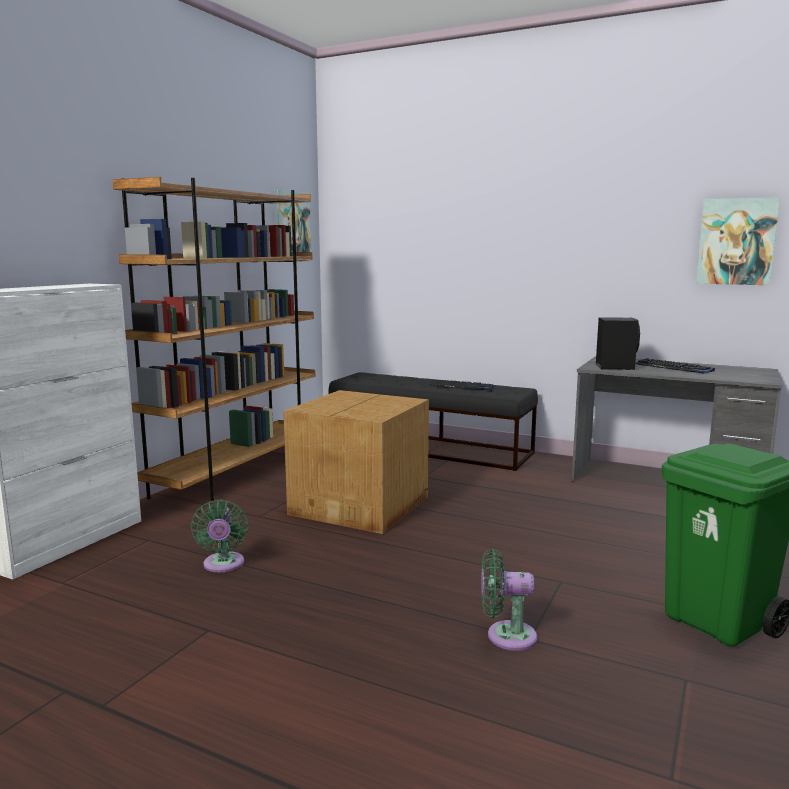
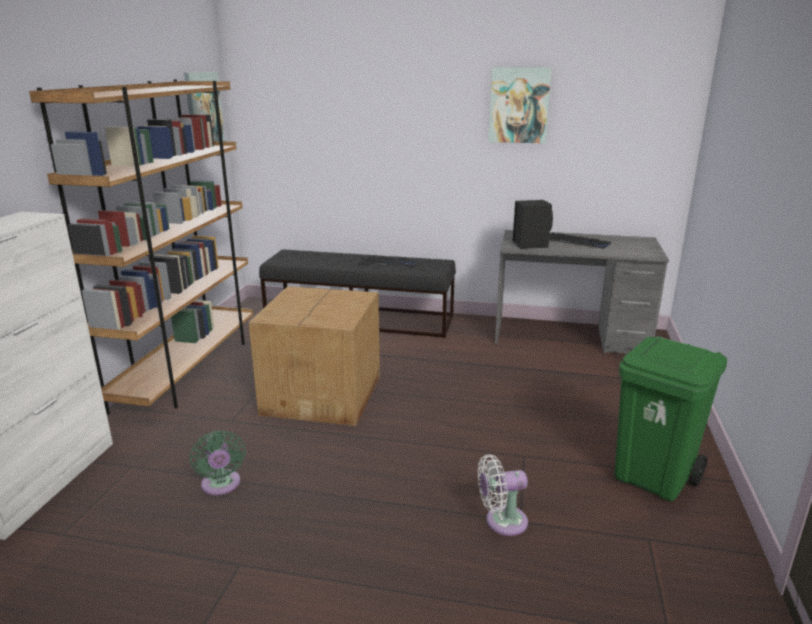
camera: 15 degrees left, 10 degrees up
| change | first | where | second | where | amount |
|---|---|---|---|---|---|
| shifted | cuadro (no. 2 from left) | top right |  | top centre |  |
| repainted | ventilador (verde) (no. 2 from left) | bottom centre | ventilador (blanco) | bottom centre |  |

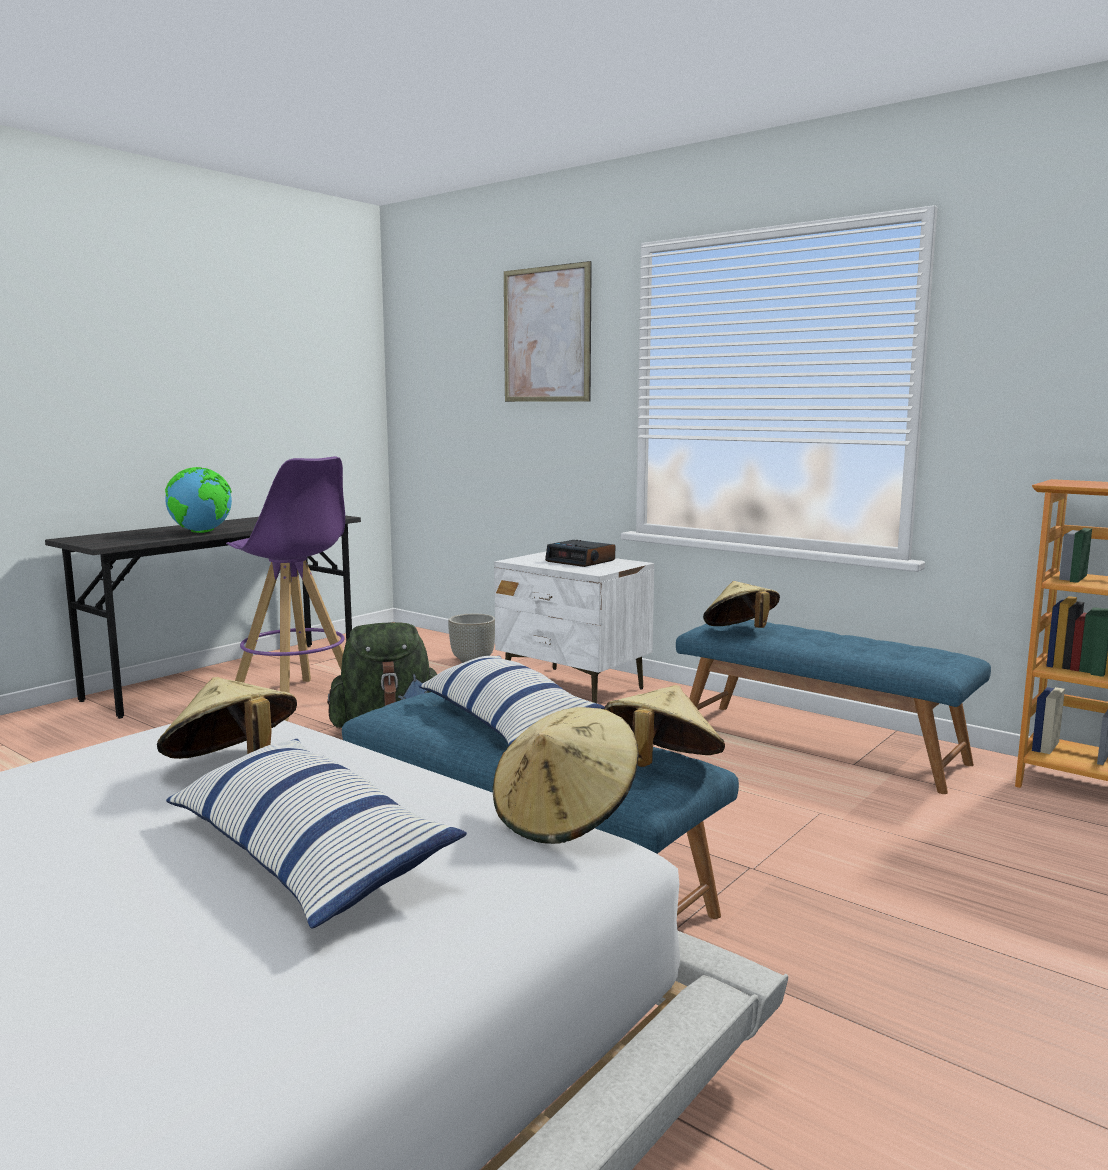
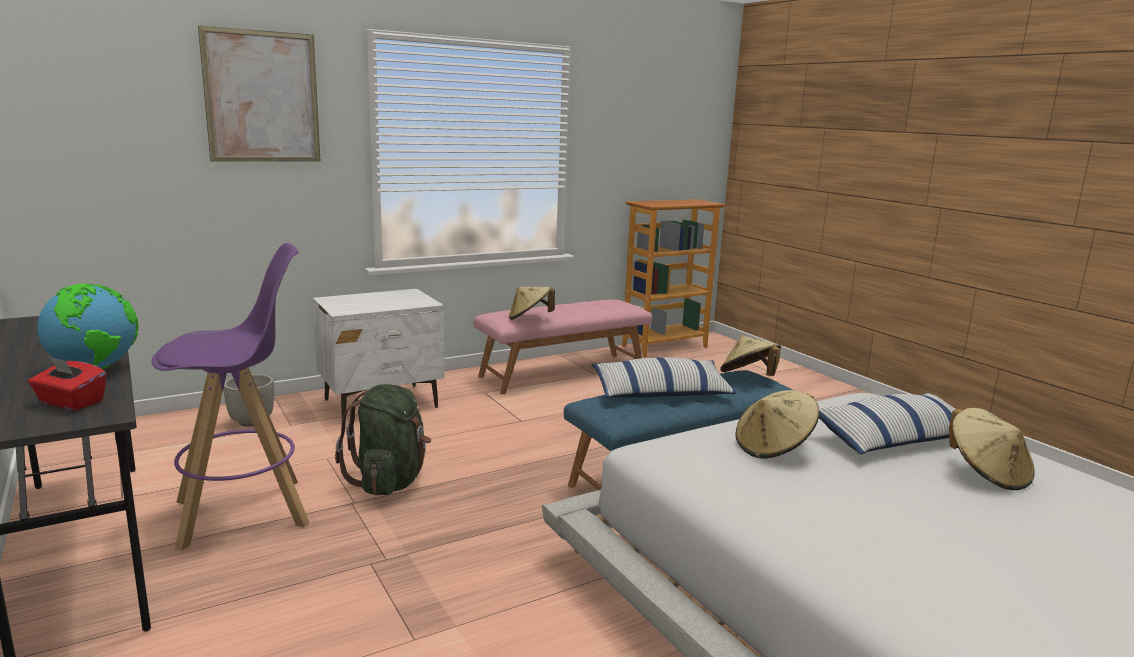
camera: 70 degrees left, 5 degrees up
| change | first | where | second | where | amount |
|---|---|---|---|---|---|
| gone | despertador | centre |  |  |  |
| repainted | banco (azul) (no. 2 from left) | middle right | banco (rosa) | centre |  |
| shifted | sombrero (beis) (no. 2 from left in the first image) | centre | sombrero (beis) (no. 4 from left) | bottom right |  |
| new |  |  | caja de pañuelos (rojo) | middle left |  |

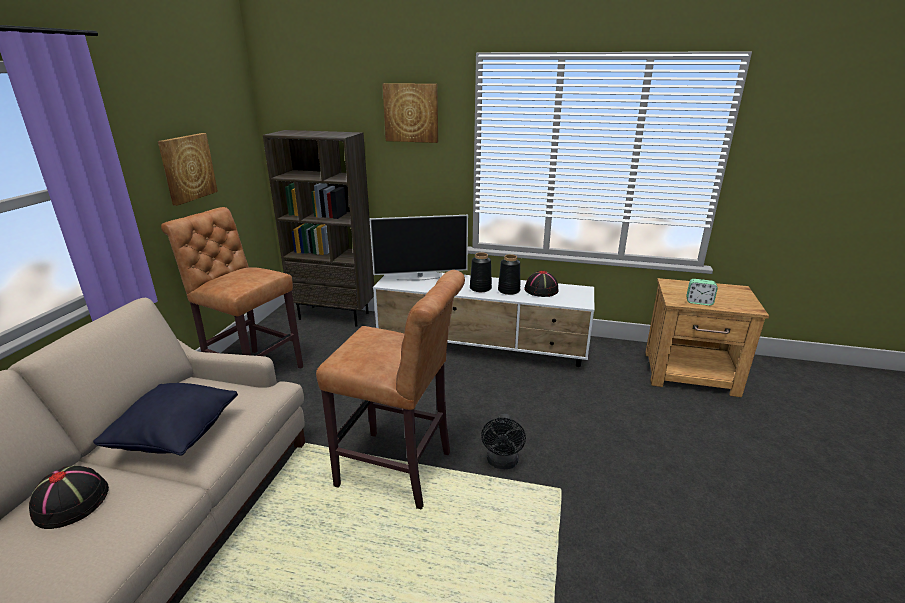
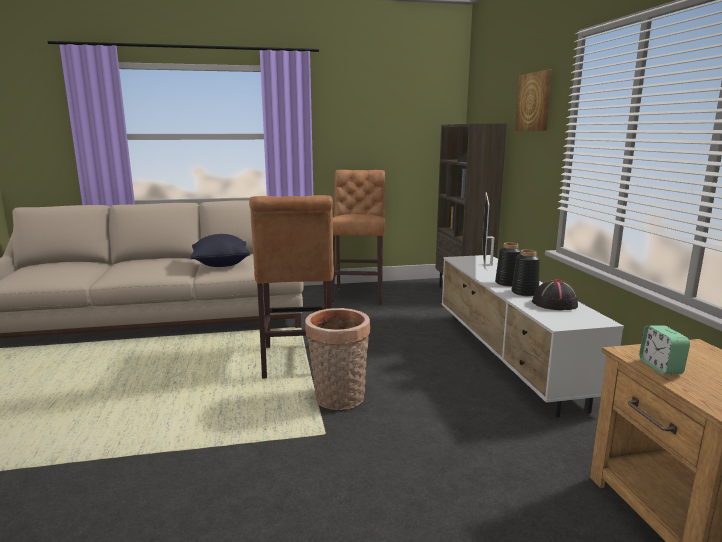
camera: 65 degrees right, 10 degrees down
| change | first | where | second | where | amount |
|---|---|---|---|---|---|
| gone | cuadro (no. 1 from left) | top left |  |  |  |
| rotated | televisor | centre |  | middle right | 45 degrees clockwise |
| swapped | ventilador (negro) | bottom centre | cesta | centre |  |
| gone | sombrero (negro) (no. 1 from left) | bottom left |  |  |  |

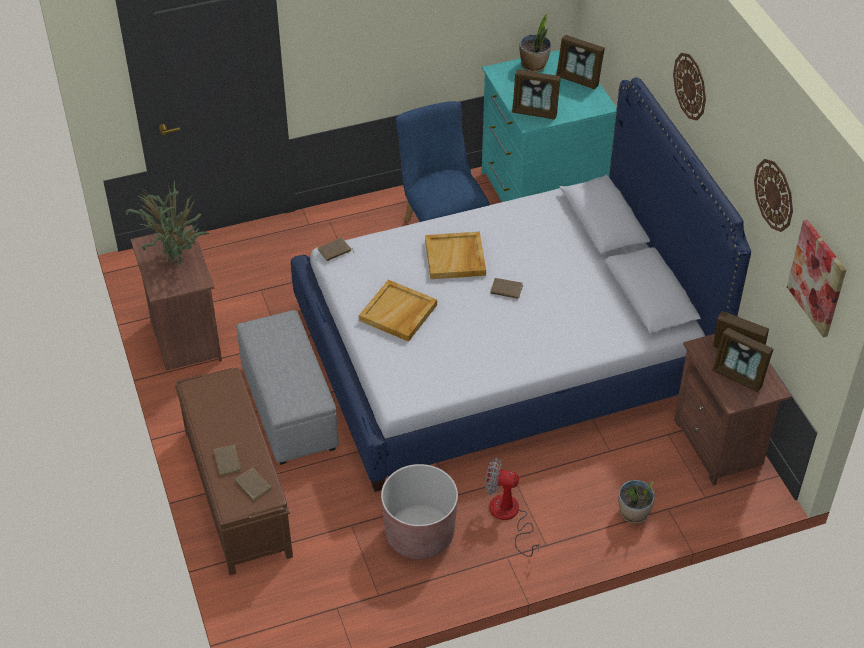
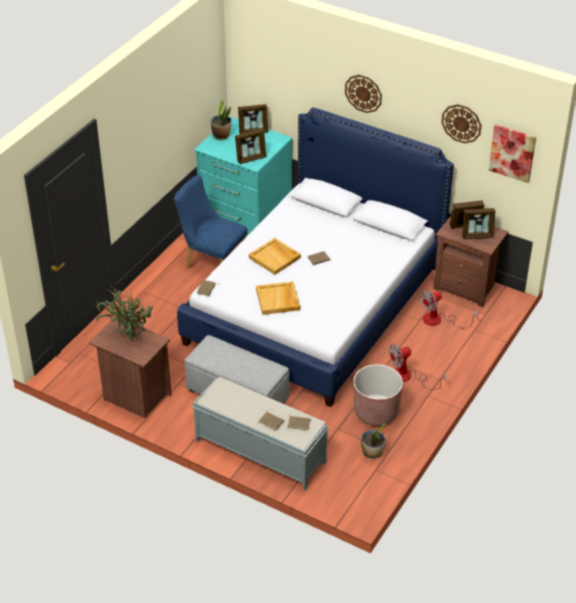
camera: 40 degrees left, 5 degrees down
| change | first | where | second | where | amount |
|---|---|---|---|---|---|
| repainted | banco (marrón) | bottom left | banco (gris) | bottom centre |  |
| shifted | planta en maceta (no. 3 from left) | bottom right |  | bottom centre |  |
| new |  |  | ventilador (no. 2 from left) | middle right |  |

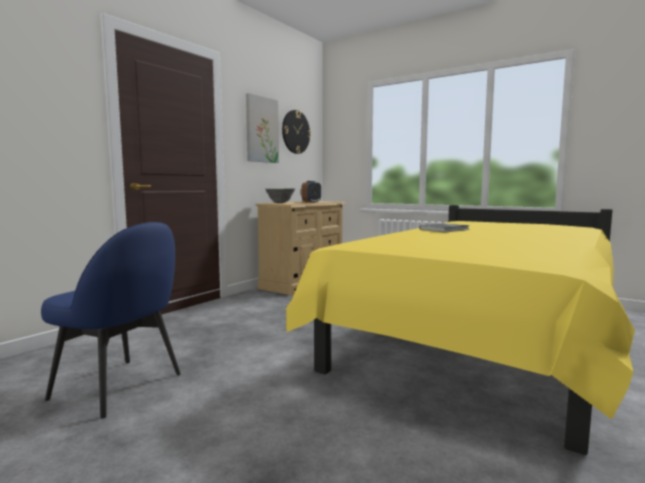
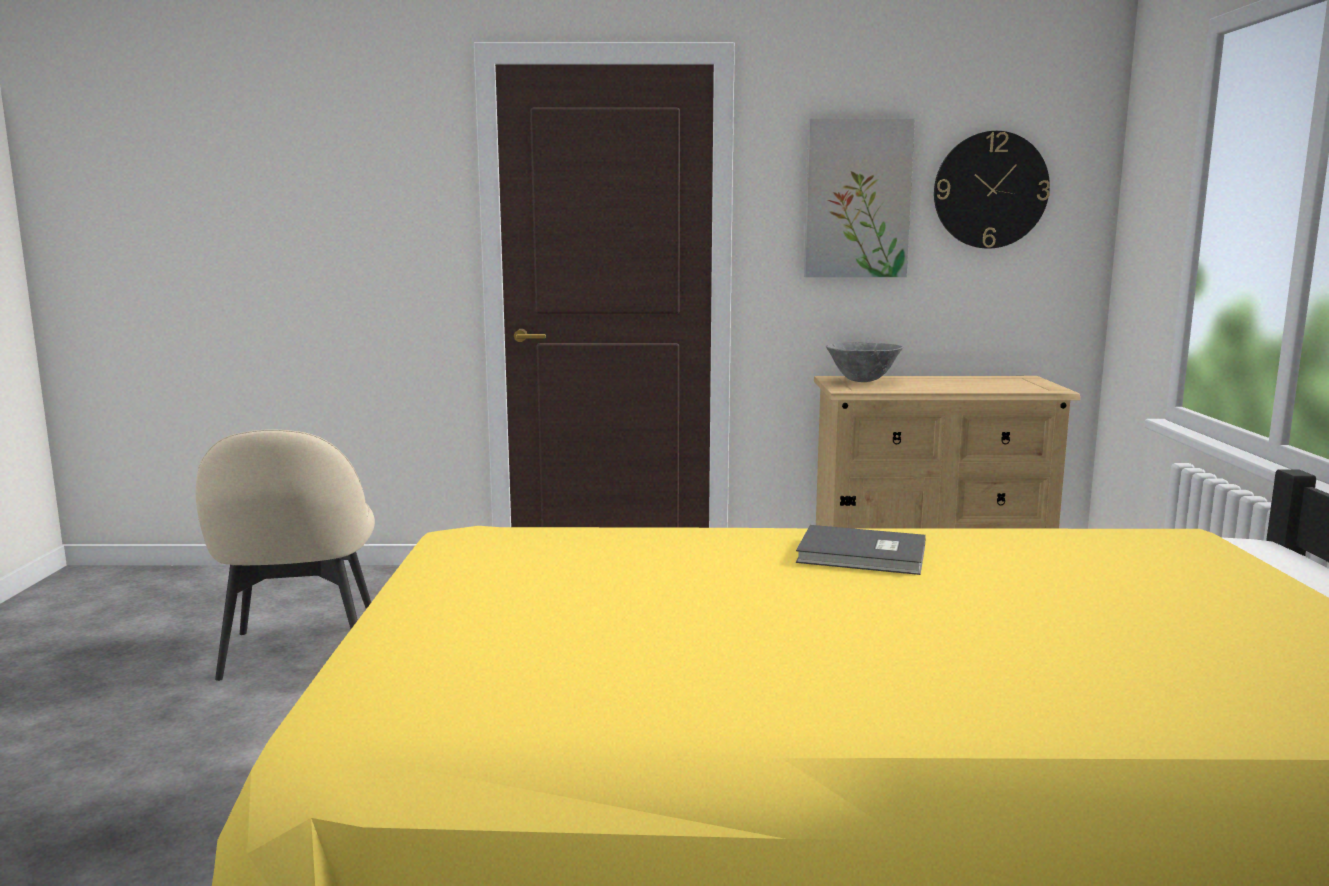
camera: 55 degrees right, 5 degrees up
| change | first | where | second | where | amount |
|---|---|---|---|---|---|
| gone | despertador | centre |  |  |  |
| repainted | silla (azul) | middle left | silla (beis) | middle left |  |

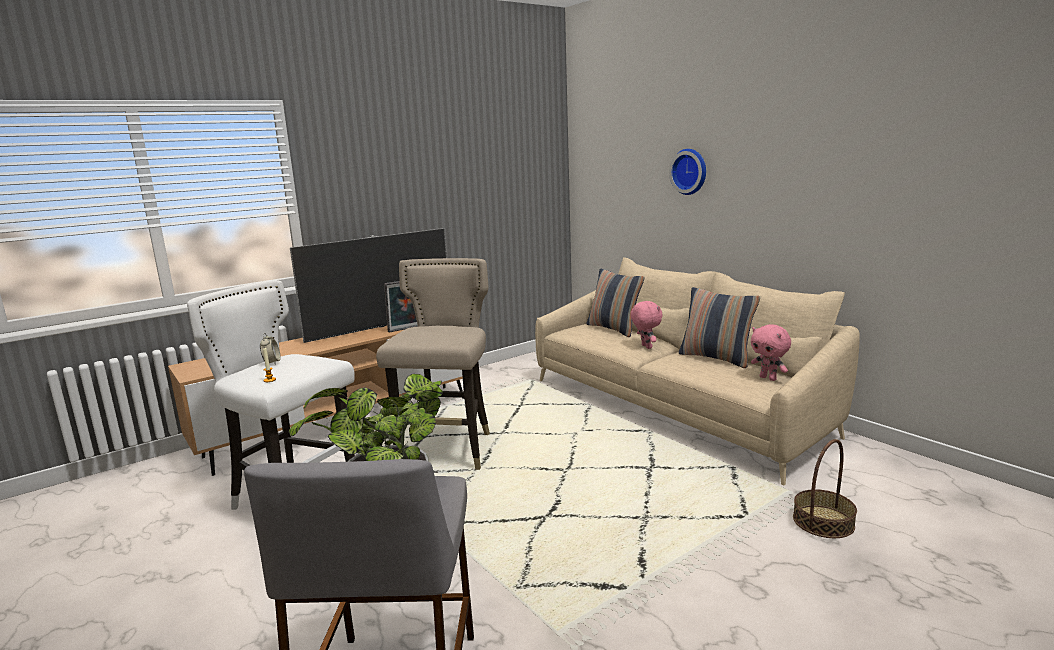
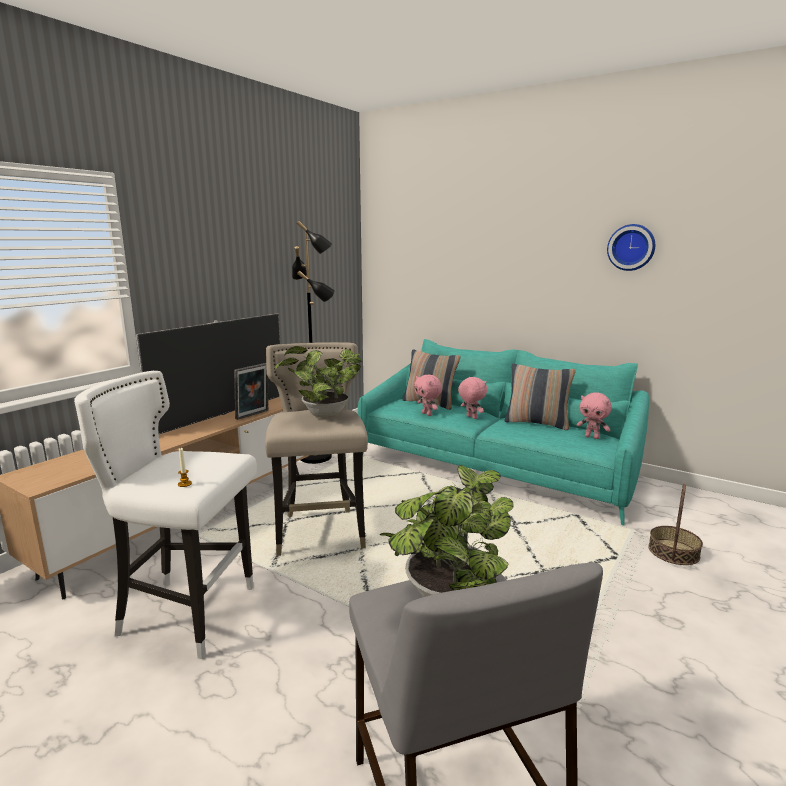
camera: 20 degrees left, 0 degrees up
| change | first | where | second | where | amount |
|---|---|---|---|---|---|
| shifted | reloj de pared | top centre |  | top right |  |
| repainted | sofá (beis) | centre | sofá (turquesa) | centre |  |
| gone | despertador | middle left |  |  |  |
| new |  |  | lámpara de pie (negro) | centre |  |
| new |  |  | planta en maceta (no. 1 from left) | centre |  |
| new |  |  | peluche (rosa) (no. 1 from left) | centre |  |

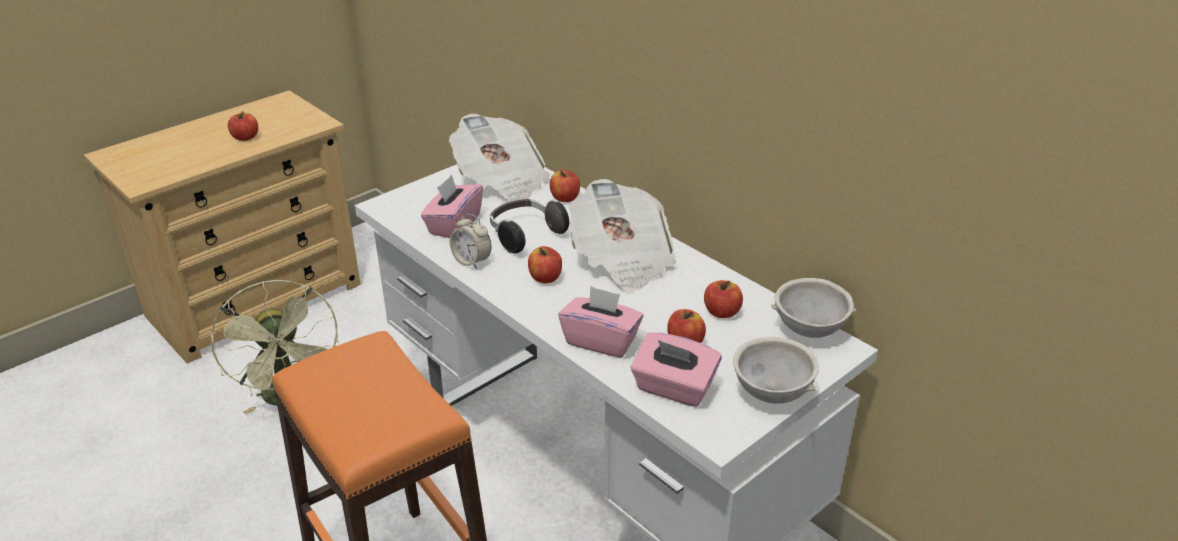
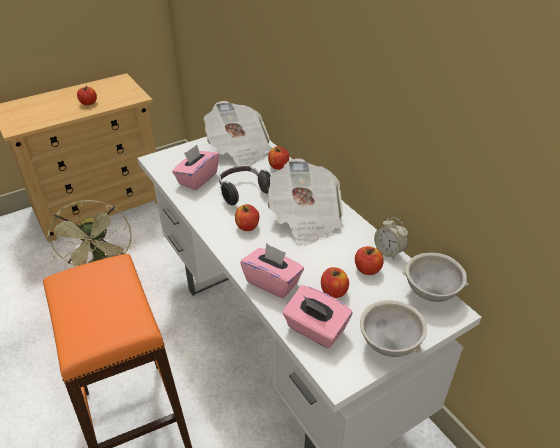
camera: 10 degrees right, 5 degrees up
| change | first | where | second | where | amount |
|---|---|---|---|---|---|
| shifted | despertador | centre |  | middle right |  |

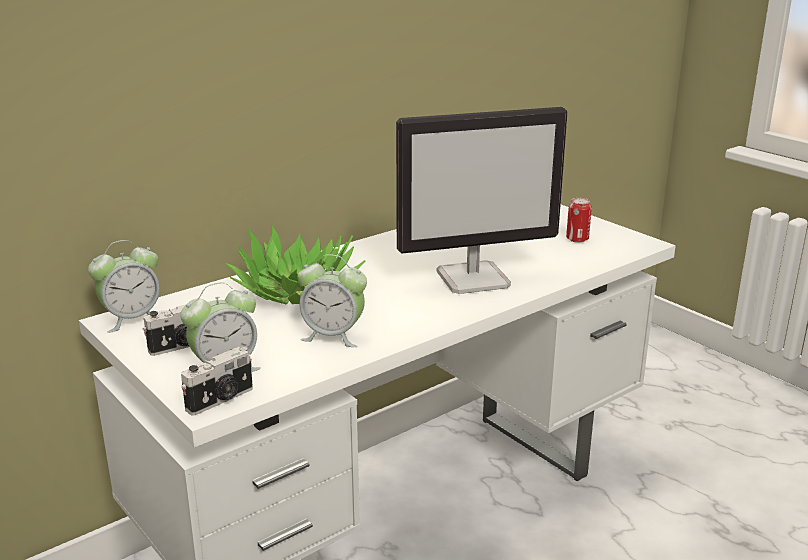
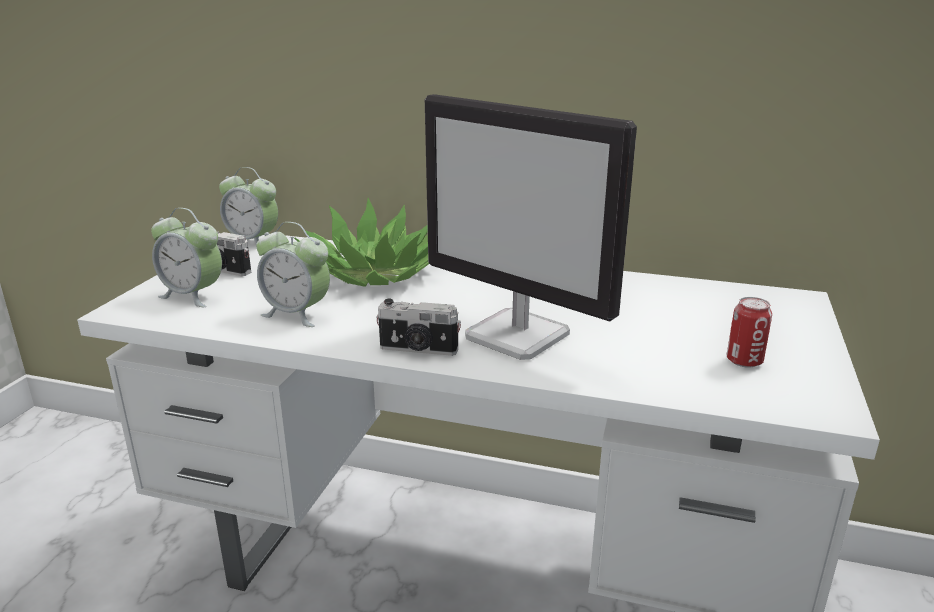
camera: 55 degrees right, 0 degrees up
| change | first | where | second | where | amount |
|---|---|---|---|---|---|
| rotated | despertador (no. 3 from left) | centre |  | middle left | 45 degrees counterclockwise |
| shifted | cámara (no. 2 from left) | bottom left |  | centre |  |

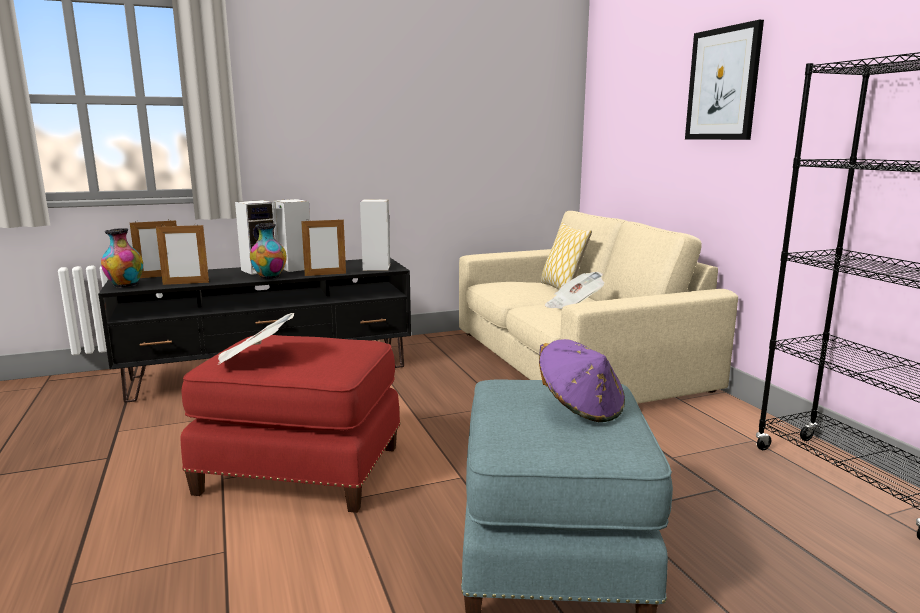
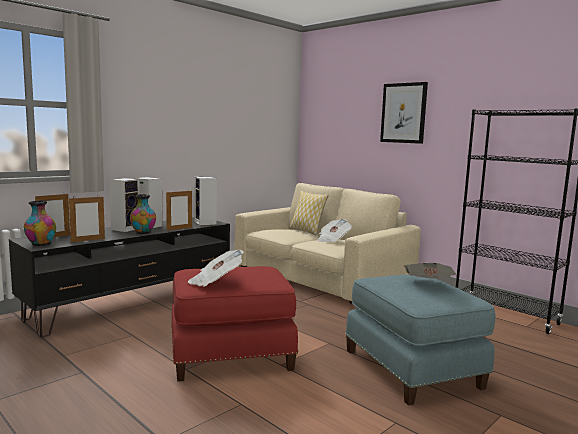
camera: 25 degrees left, 5 degrees down
| change | first | where | second | where | amount |
|---|---|---|---|---|---|
| swapped | sombrero (morado) | centre | periódico (no. 3 from left) | middle right |  |

